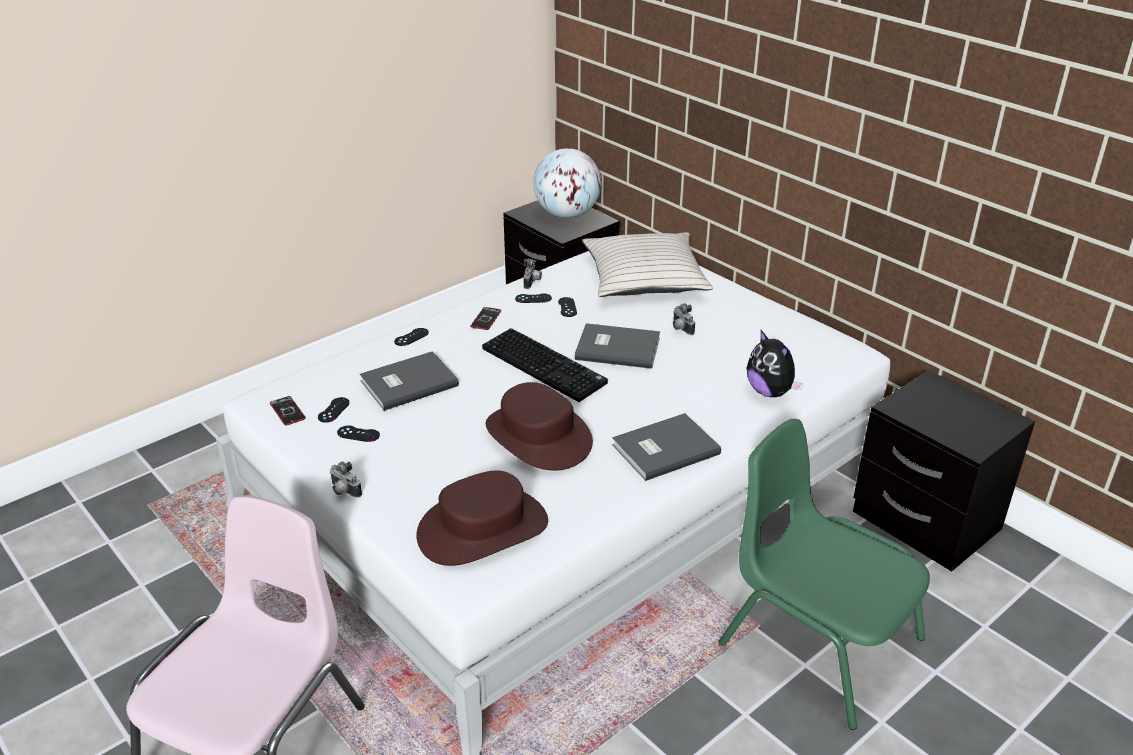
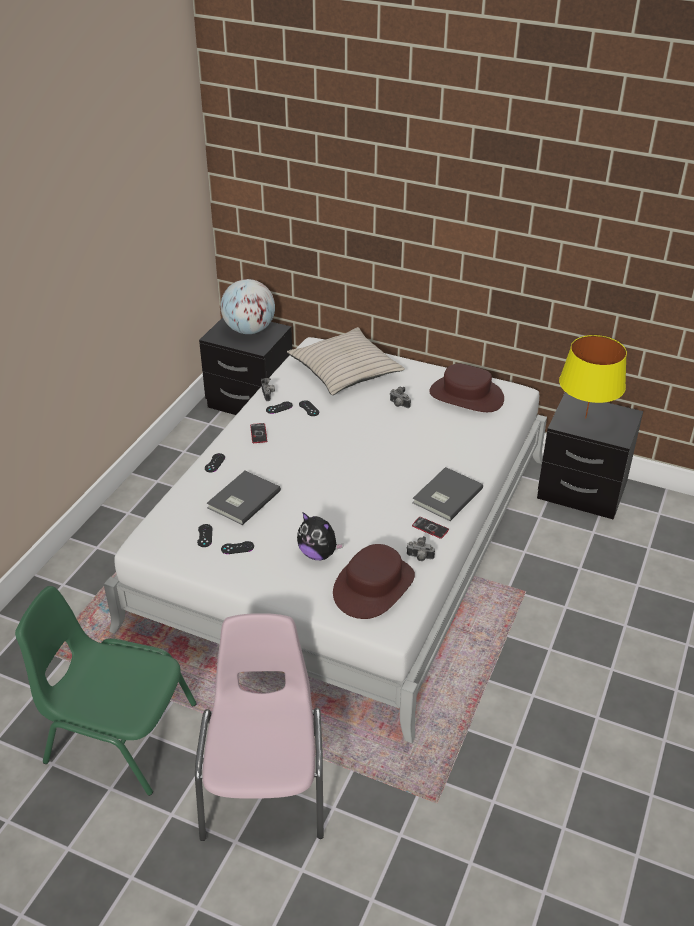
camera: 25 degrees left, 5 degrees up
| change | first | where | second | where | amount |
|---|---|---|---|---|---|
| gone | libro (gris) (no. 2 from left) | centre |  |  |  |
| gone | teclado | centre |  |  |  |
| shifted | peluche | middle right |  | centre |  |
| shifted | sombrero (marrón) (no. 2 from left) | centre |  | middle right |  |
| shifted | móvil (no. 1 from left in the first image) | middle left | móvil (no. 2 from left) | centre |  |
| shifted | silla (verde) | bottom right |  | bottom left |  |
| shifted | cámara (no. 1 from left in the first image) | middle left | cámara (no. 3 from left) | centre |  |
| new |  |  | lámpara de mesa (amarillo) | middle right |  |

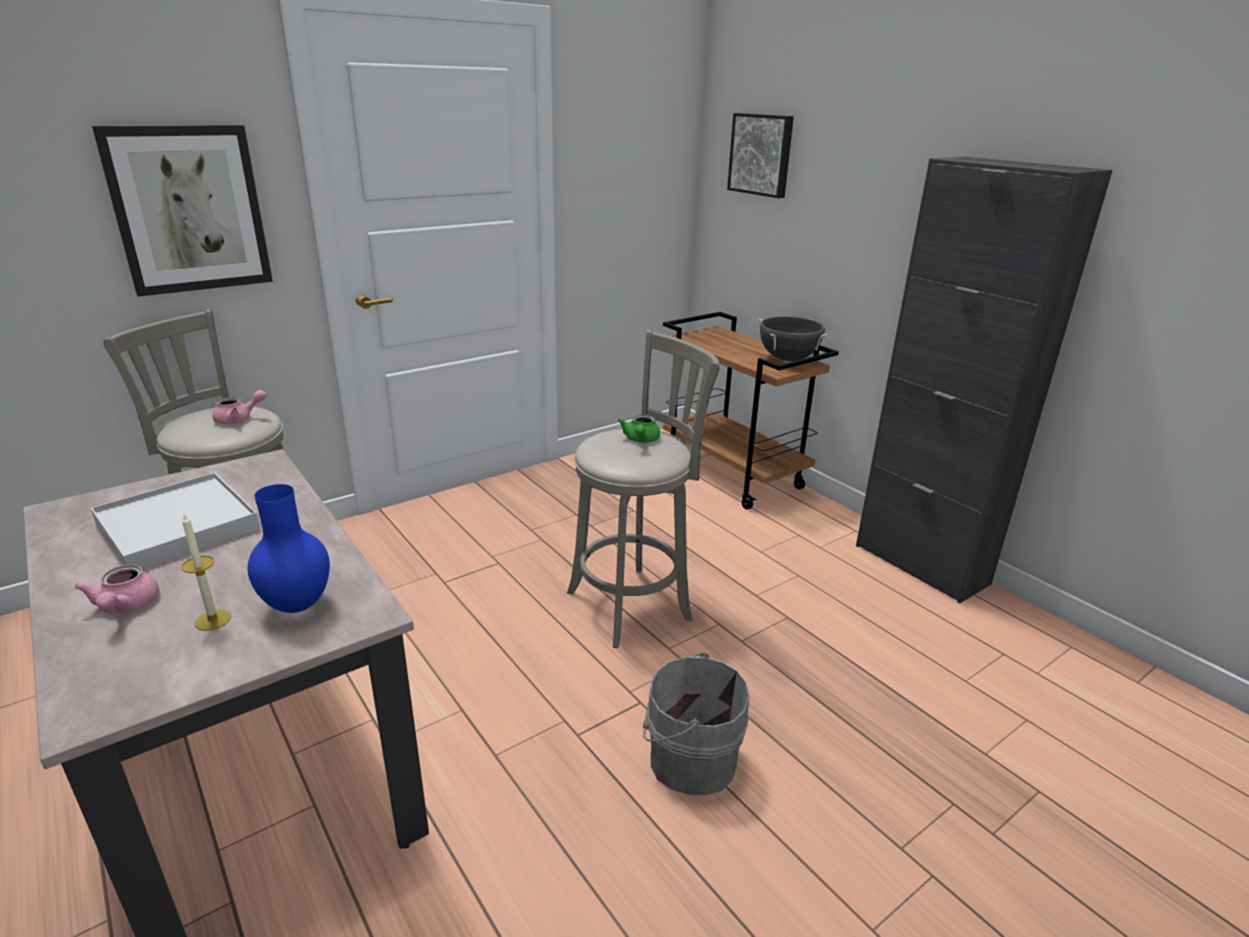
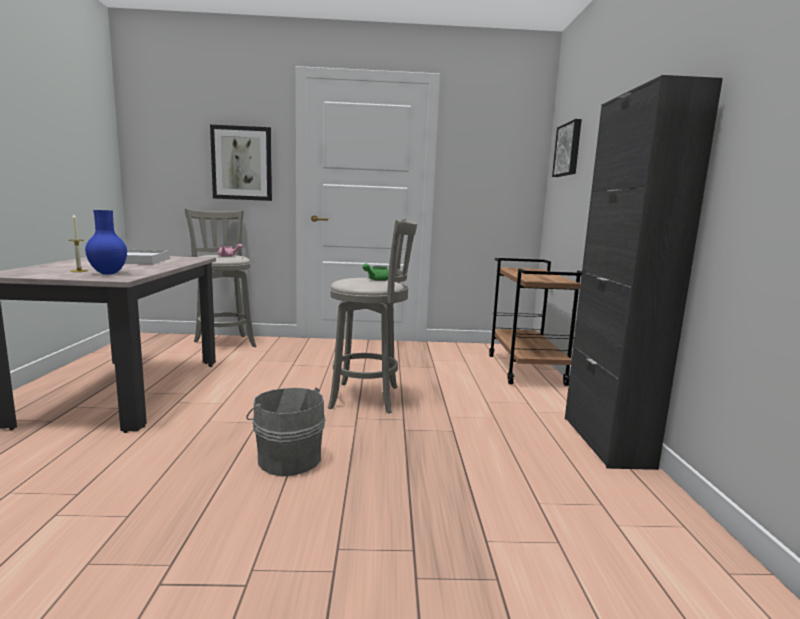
camera: 35 degrees right, 15 degrees down
| change | first | where | second | where | amount |
|---|---|---|---|---|---|
| gone | olla (negro) | centre |  |  |  |
| gone | tetera (rosa) (no. 1 from left) | middle left |  |  |  |

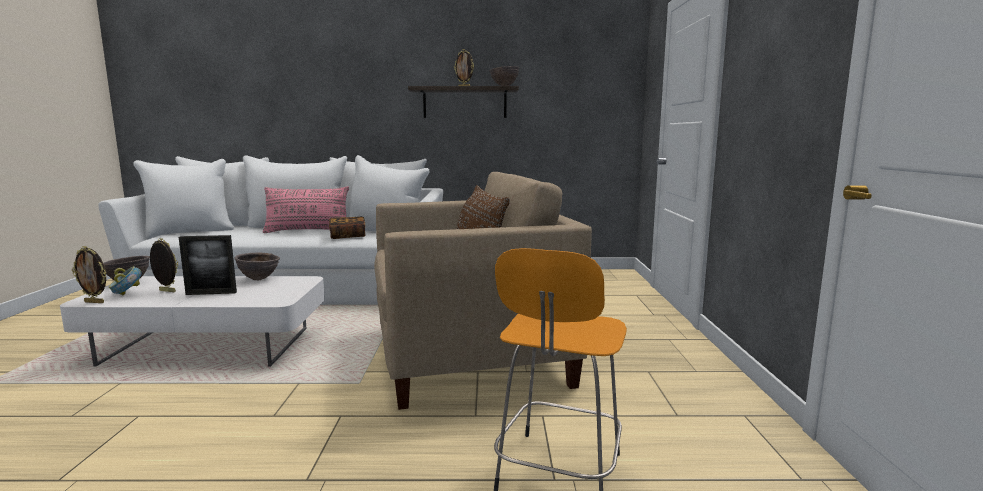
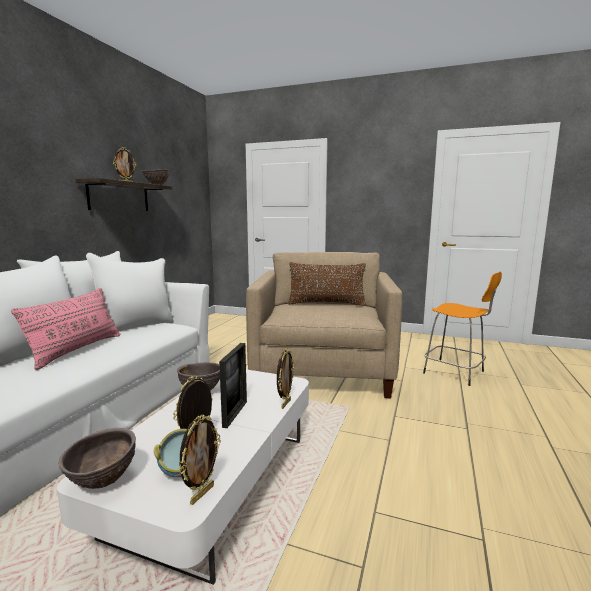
camera: 70 degrees left, 0 degrees up
| change | first | where | second | where | amount |
|---|---|---|---|---|---|
| gone | libro | centre |  |  |  |
| new |  |  | portarretratos (no. 5 from left) | centre |  |

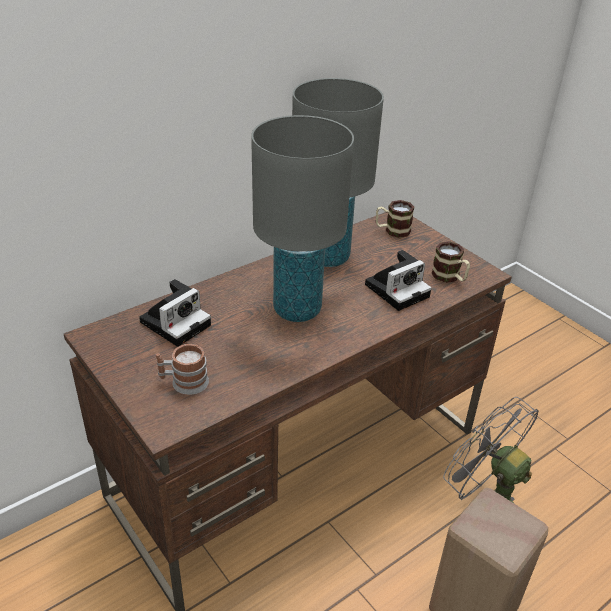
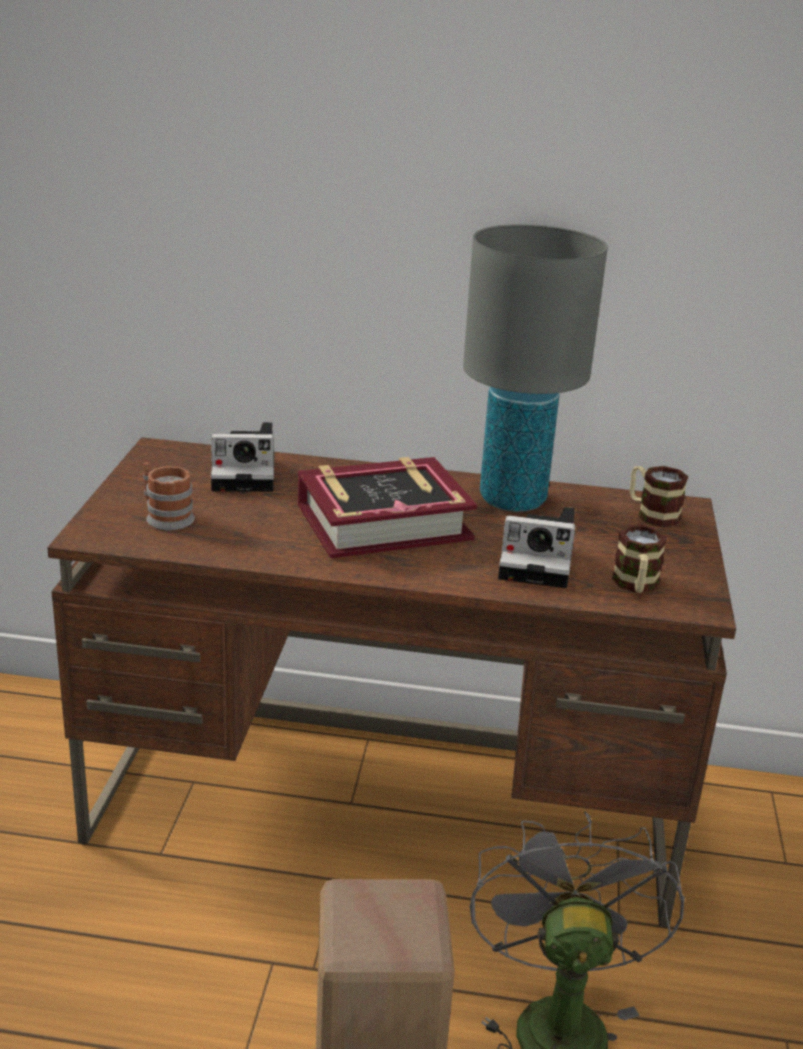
camera: 45 degrees right, 10 degrees down
| change | first | where | second | where | amount |
|---|---|---|---|---|---|
| swapped | lámpara de mesa (gris) (no. 1 from left) | centre | libro | centre |  |

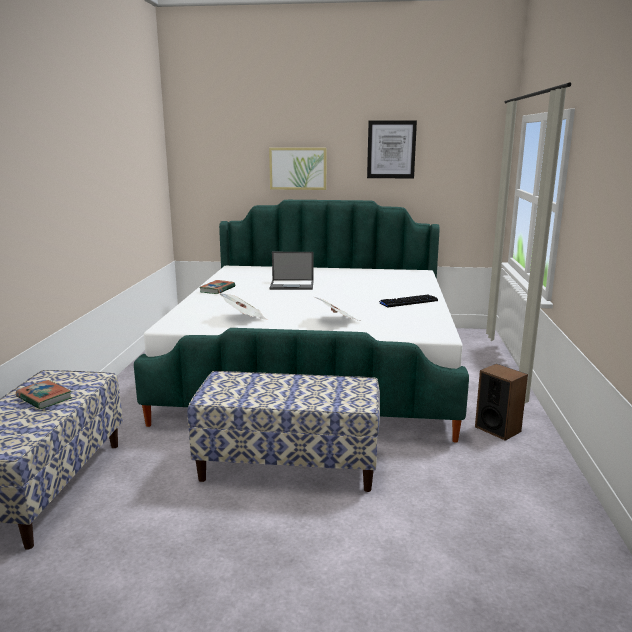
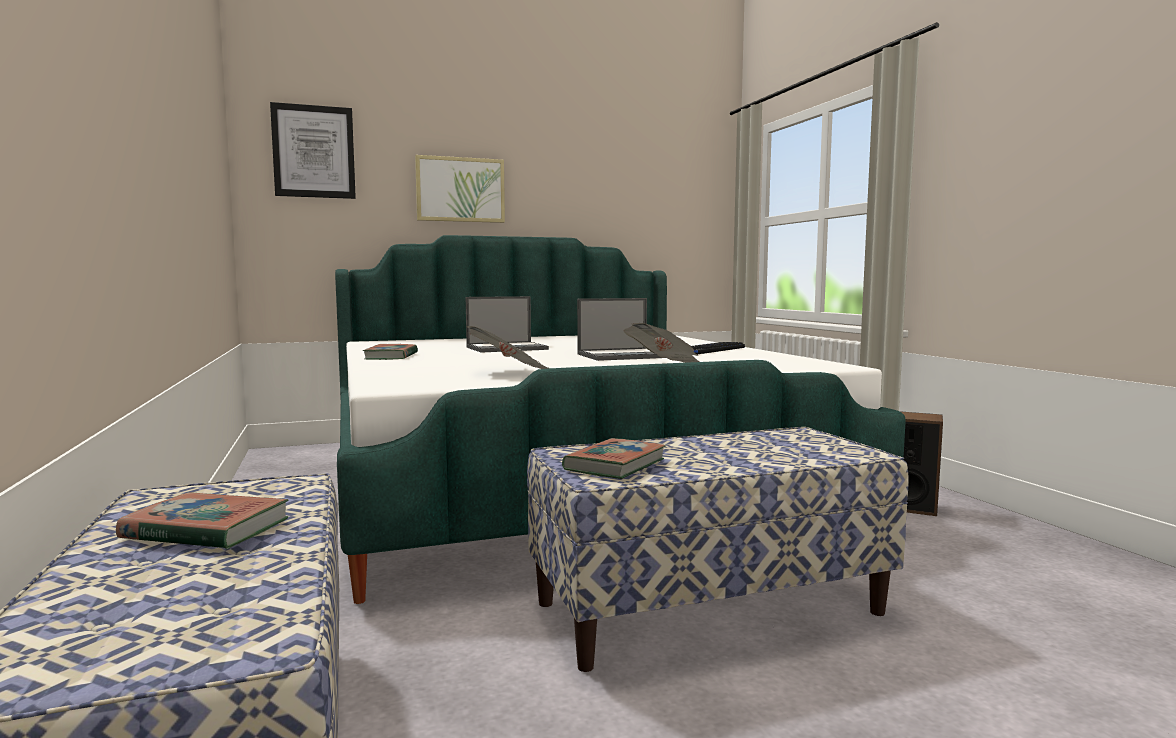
camera: 25 degrees left, 10 degrees down
| change | first | where | second | where | amount |
|---|---|---|---|---|---|
| shifted | cuadro (no. 2 from left in the first image) | top centre | cuadro (no. 1 from left) | top left |  |
| new |  |  | portátil (no. 2 from left) | centre |  |
| new |  |  | libro (no. 3 from left) | centre |  |

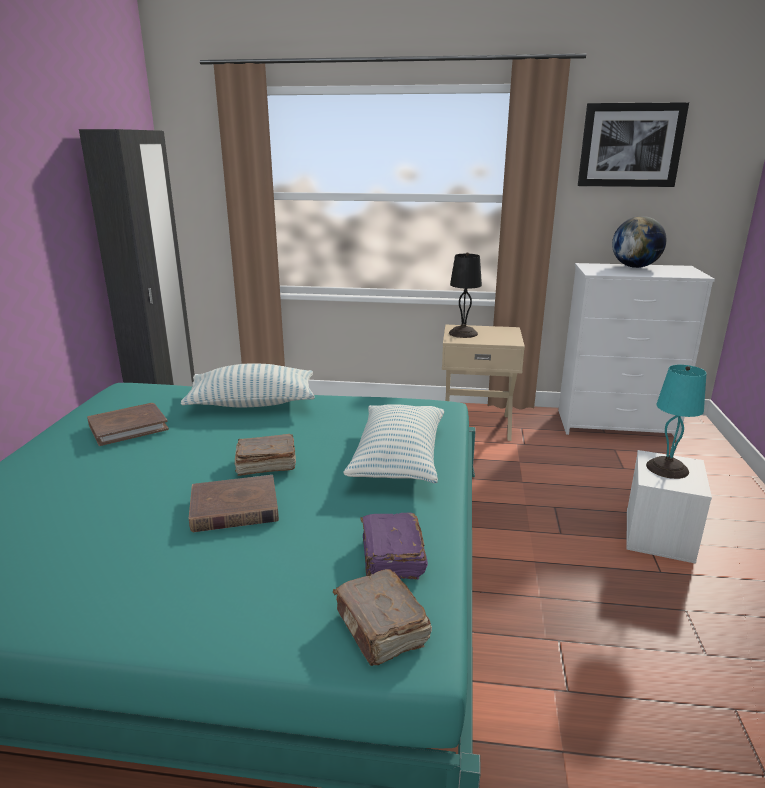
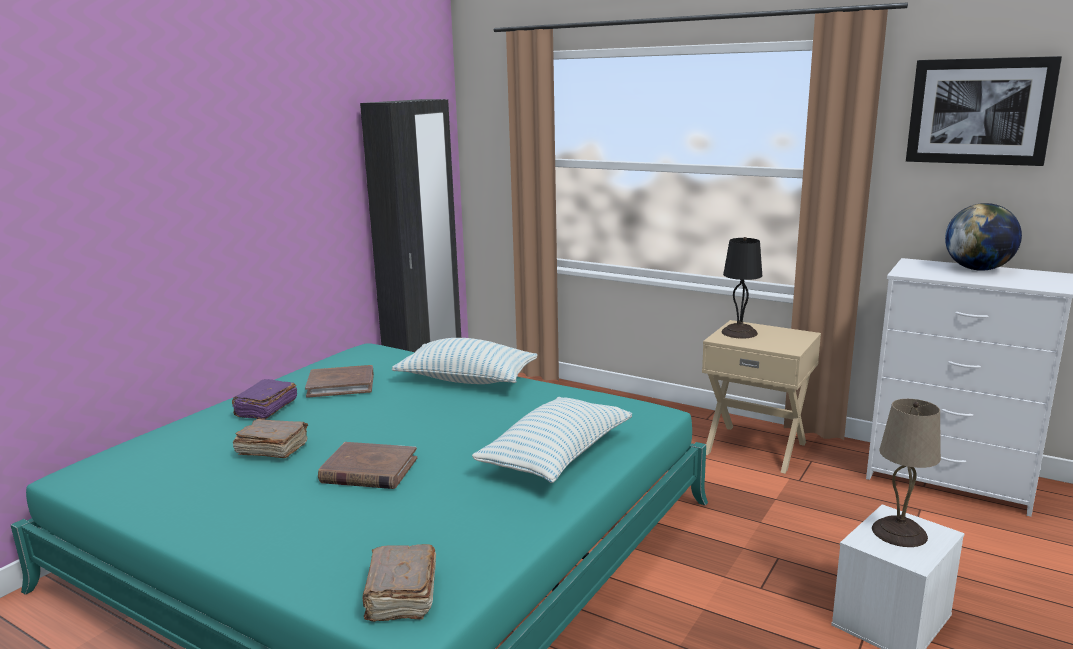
camera: 25 degrees right, 5 degrees down
| change | first | where | second | where | amount |
|---|---|---|---|---|---|
| repainted | lámpara de mesa (turquesa) | middle right | lámpara de mesa (beis) | bottom right |  |
| shifted | libro (marrón) (no. 3 from left in the first image) | centre | libro (marrón) (no. 1 from left) | bottom left |  |
| shifted | libro (morado) | bottom centre |  | middle left |  |

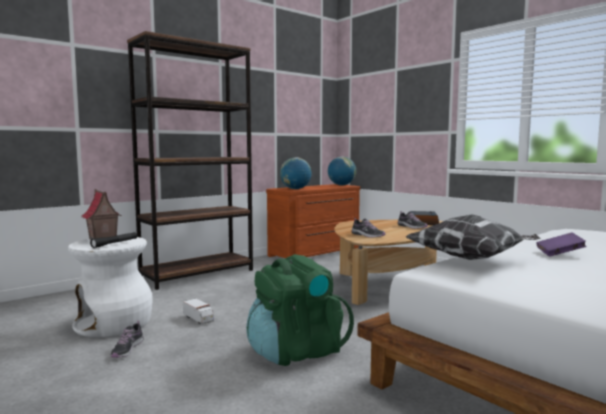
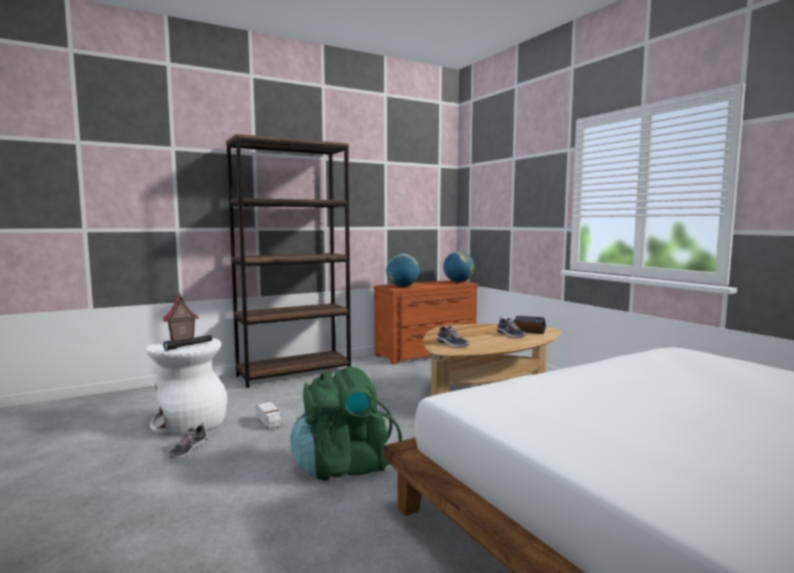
camera: 10 degrees right, 0 degrees up
| change | first | where | second | where | amount |
|---|---|---|---|---|---|
| gone | cojín | middle right |  |  |  |
| gone | libro (morado) | middle right |  |  |  |

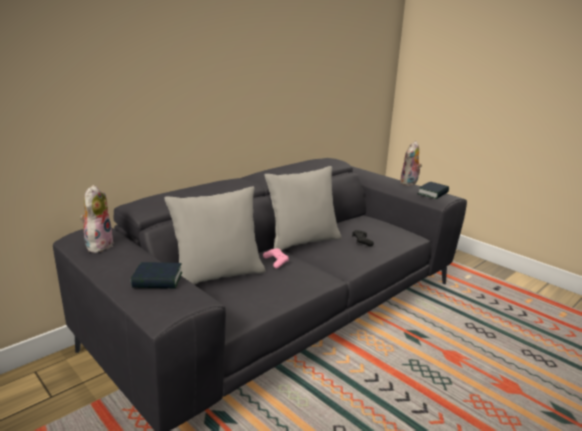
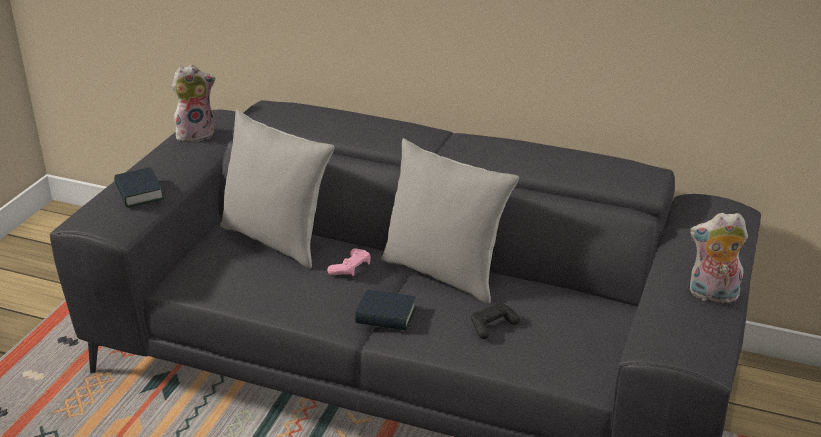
camera: 65 degrees right, 10 degrees up
| change | first | where | second | where | amount |
|---|---|---|---|---|---|
| shifted | libro (no. 2 from left) | middle right |  | bottom centre |  |

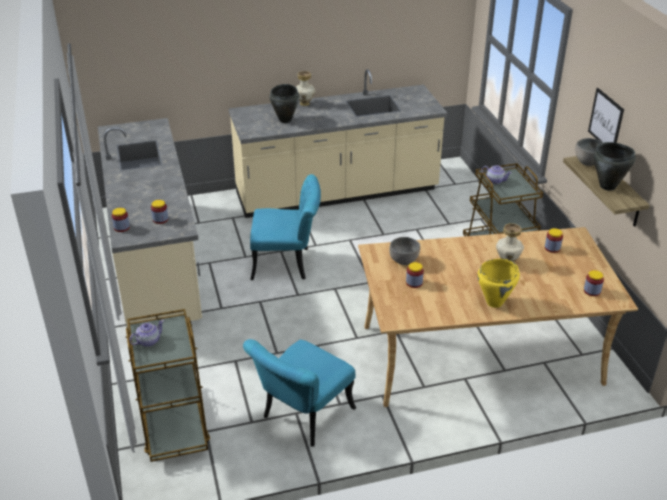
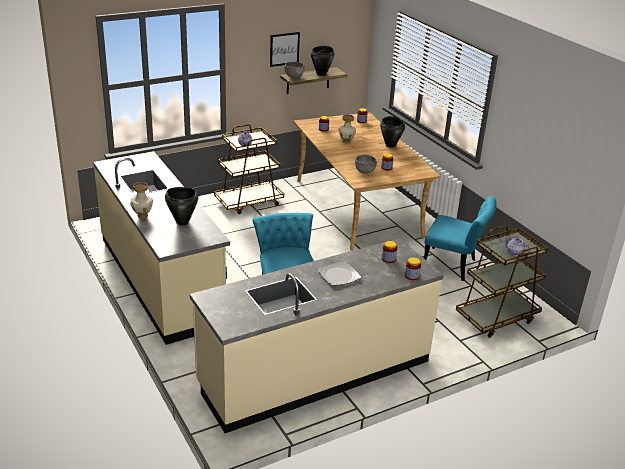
camera: 105 degrees left, 5 degrees down
| change | first | where | second | where | amount |
|---|---|---|---|---|---|
| repainted | olla (amarillo) | middle right | olla (negro) (no. 3 from left) | top centre |  |
| new |  |  | plato | centre |  |

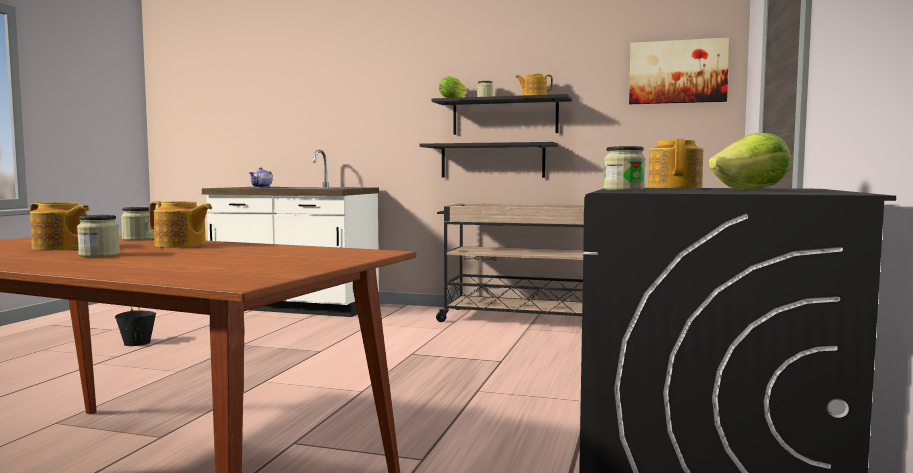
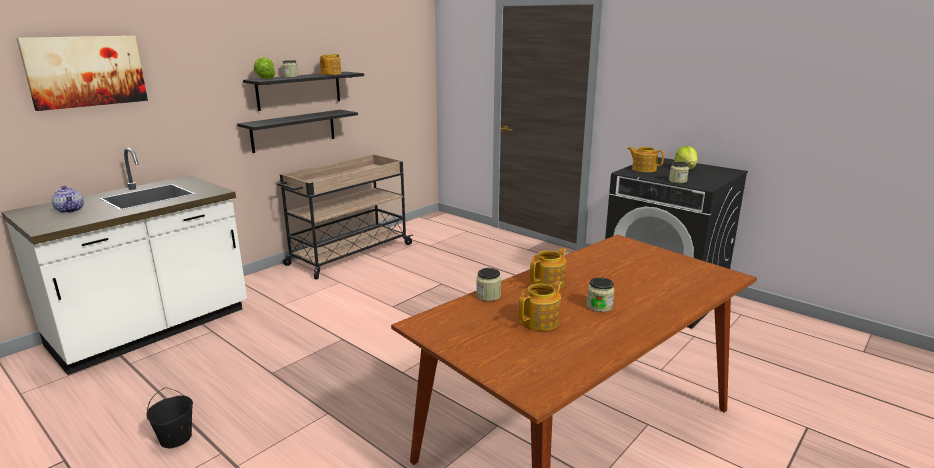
camera: 65 degrees left, 15 degrees up
| change | first | where | second | where | amount |
|---|---|---|---|---|---|
| shifted | cuadro | top right |  | top left |  |

